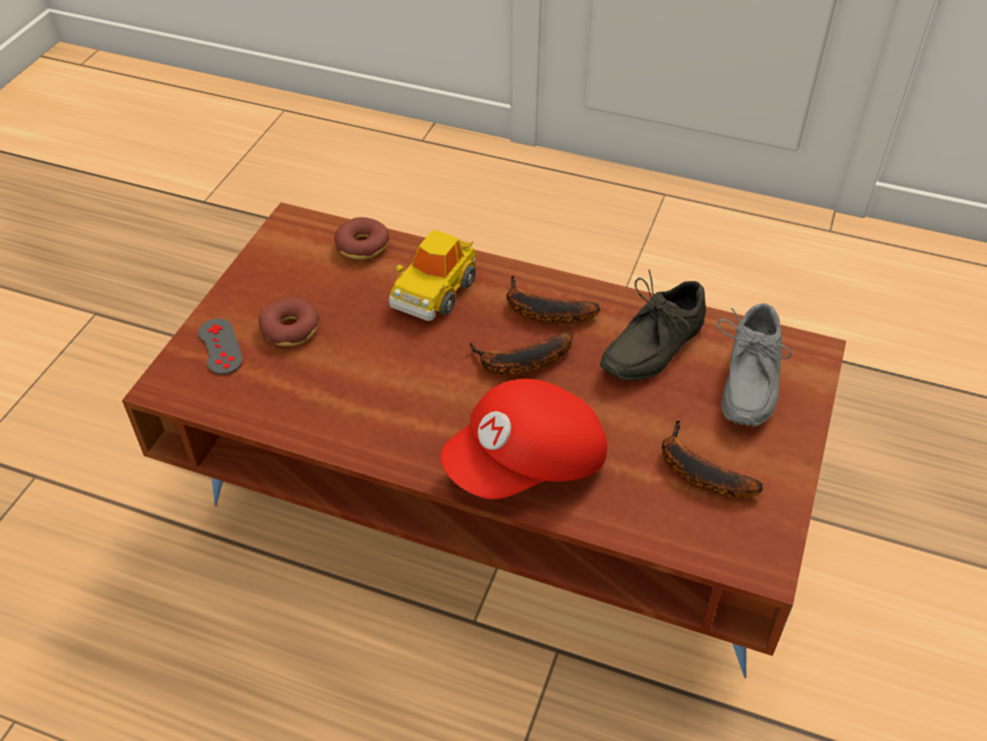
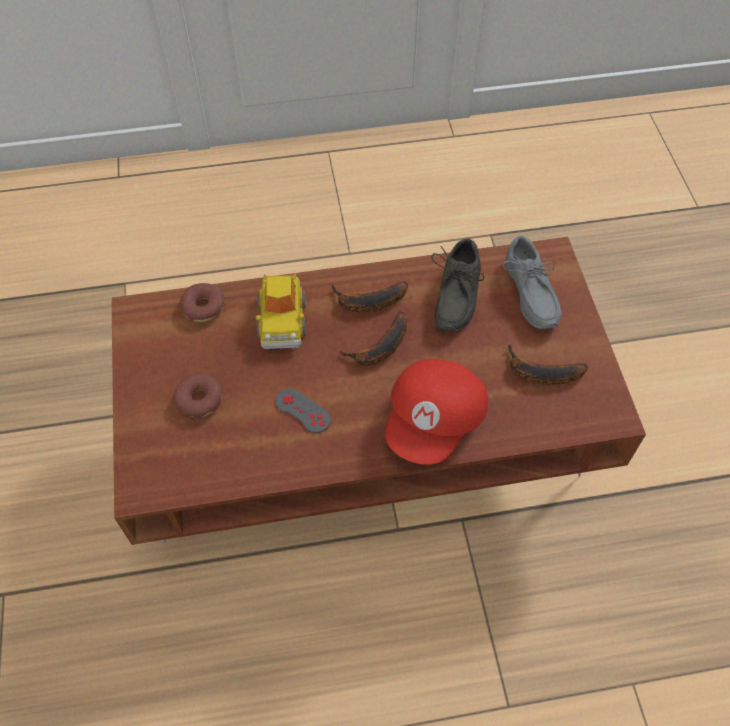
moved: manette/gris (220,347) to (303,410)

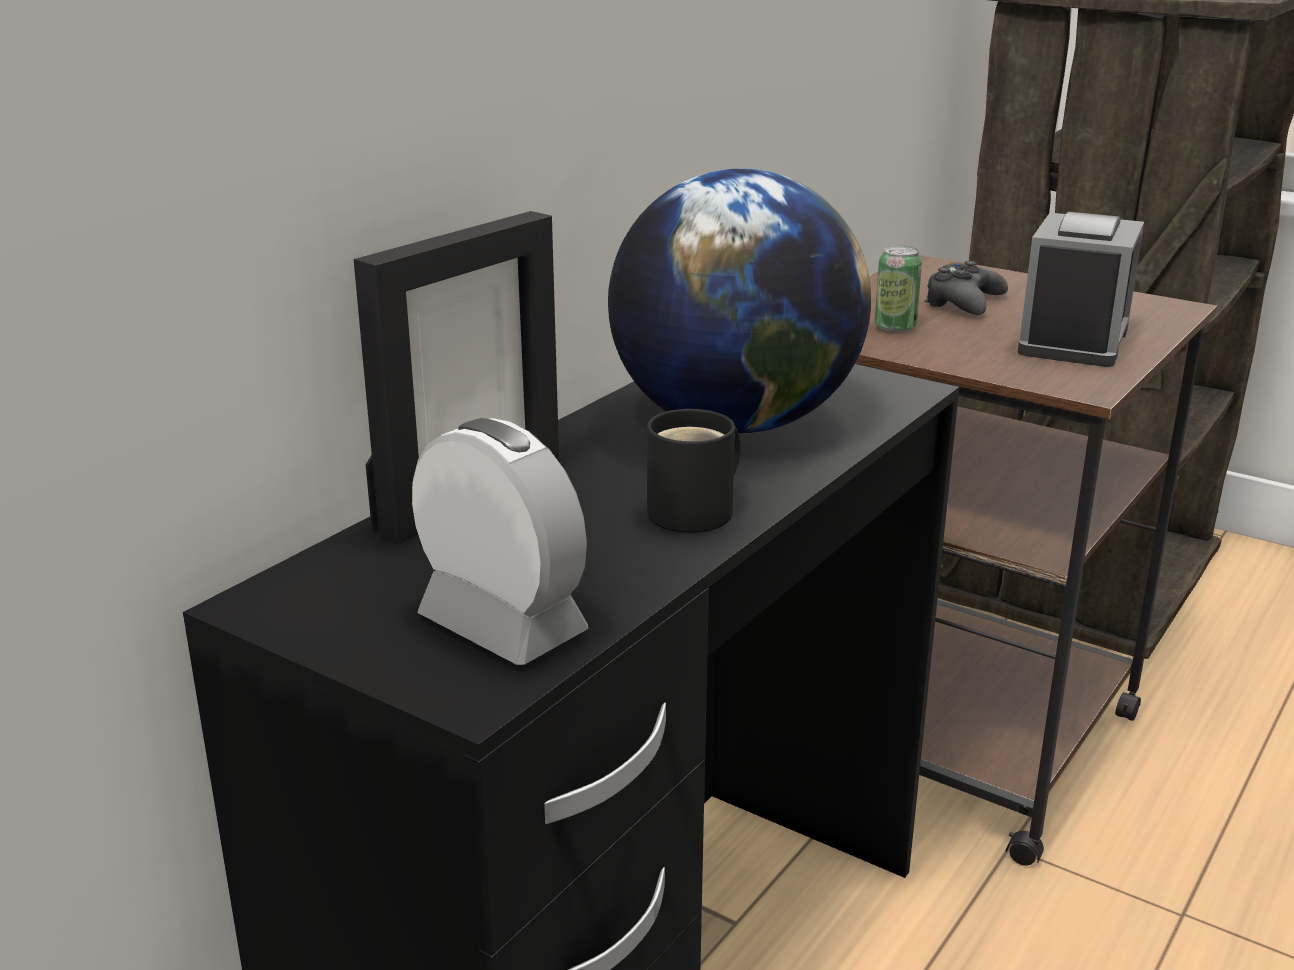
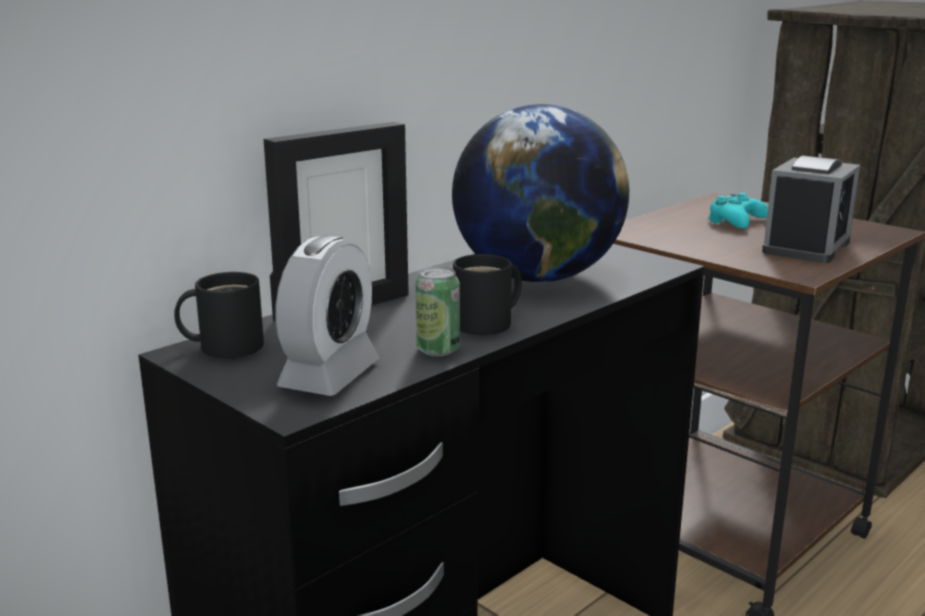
added: mug/noir (226,346)
moved: boîte métallique (895,327) to (438,350)
recoloured: manette/noir (963,303) to manette/turquoise (737,221)
turned: réveil (502,625) = (330,375) 60 degrees clockwise

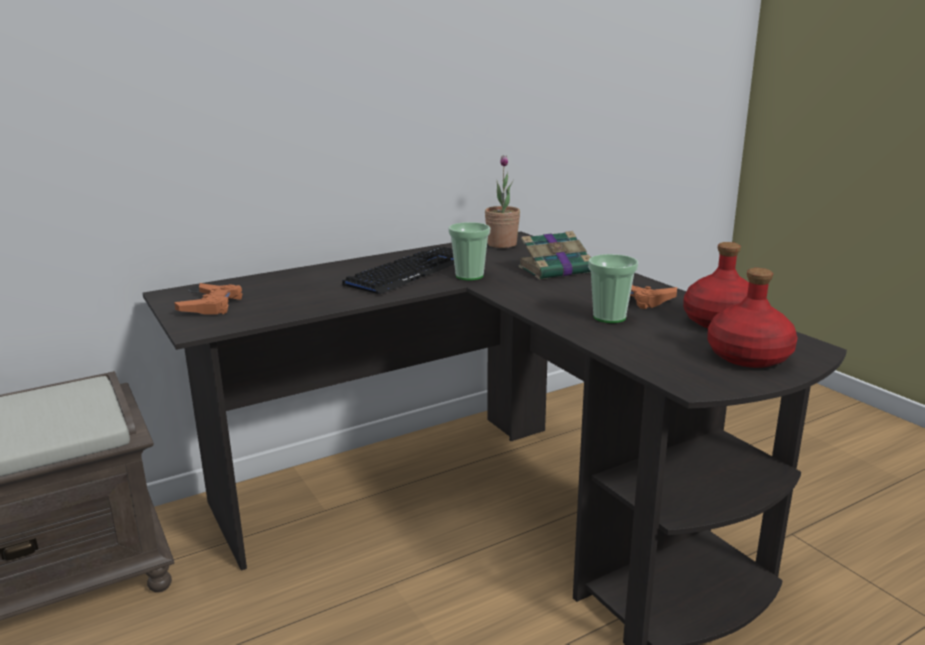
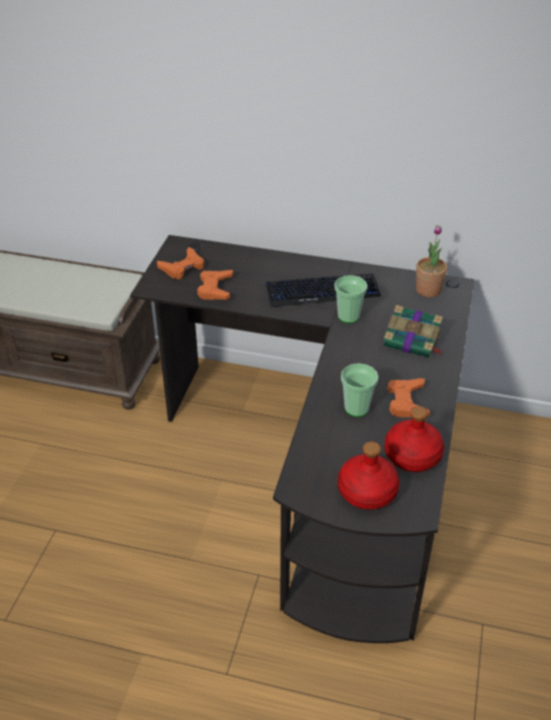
added: manette/orange (215,288)

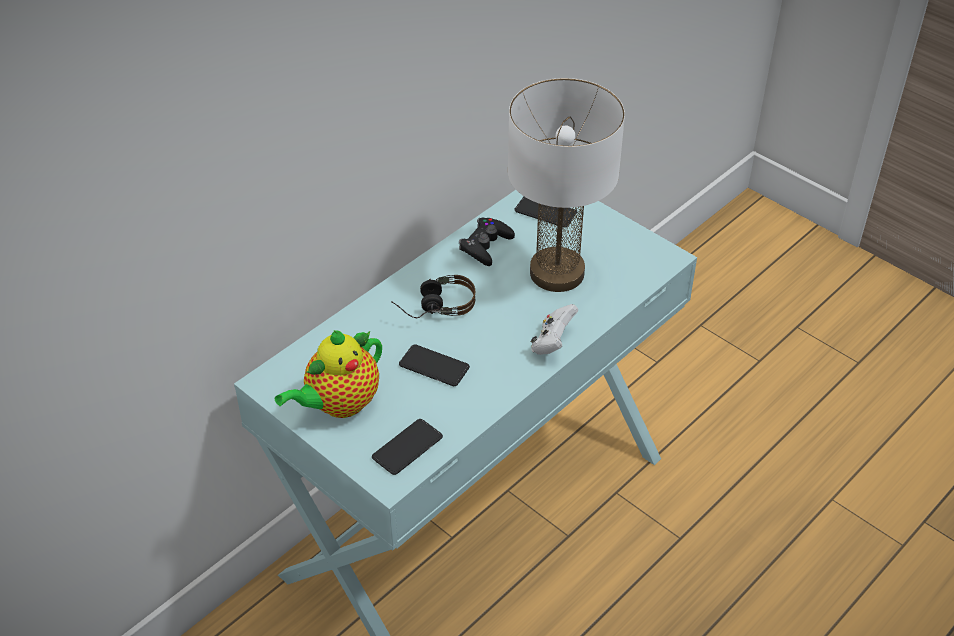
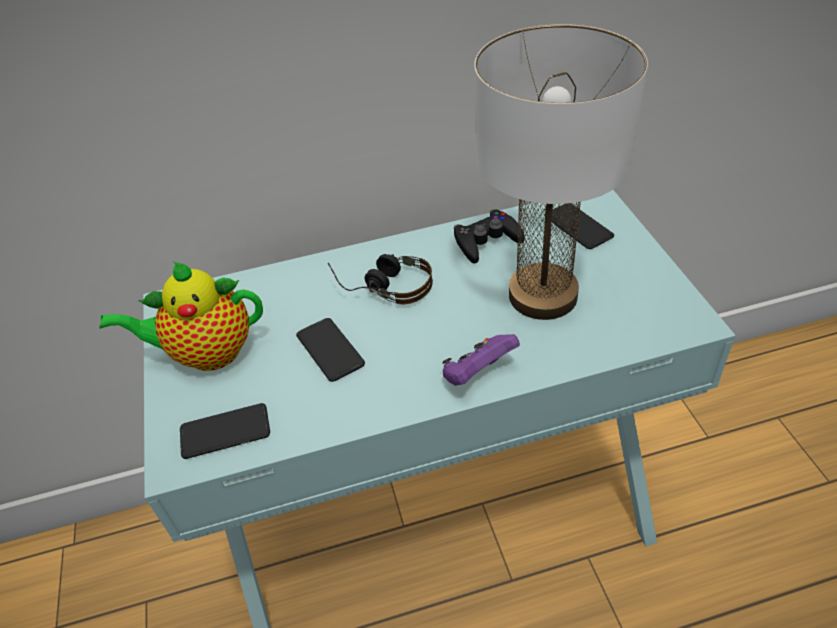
recoloured: manette/blanc (552,343) to manette/violet (477,374)

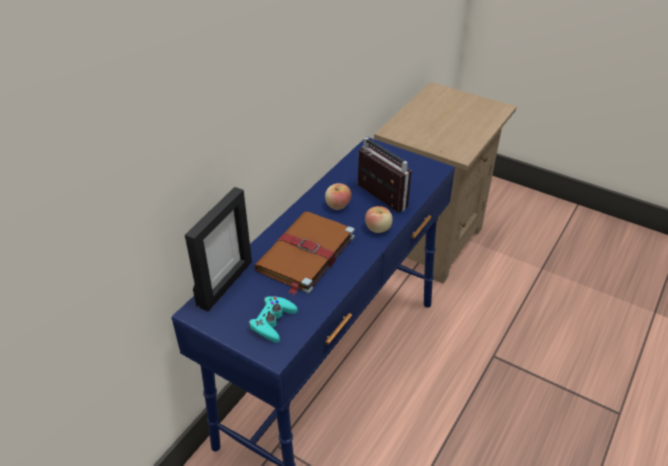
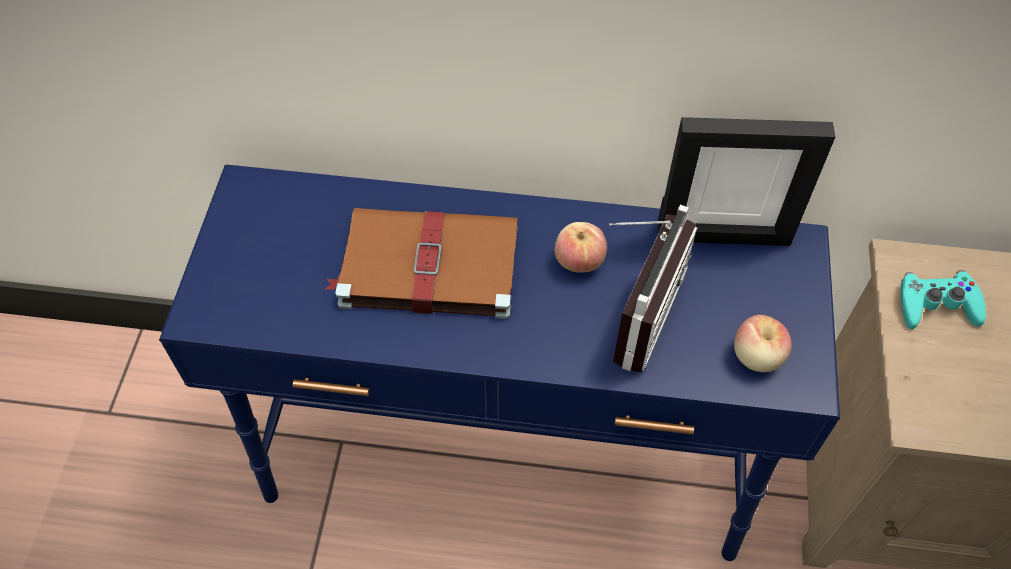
moved: cadre photo (225,283) to (723,234); pomme (378,229) to (757,357); manette/turquoise (273,322) to (936,305)

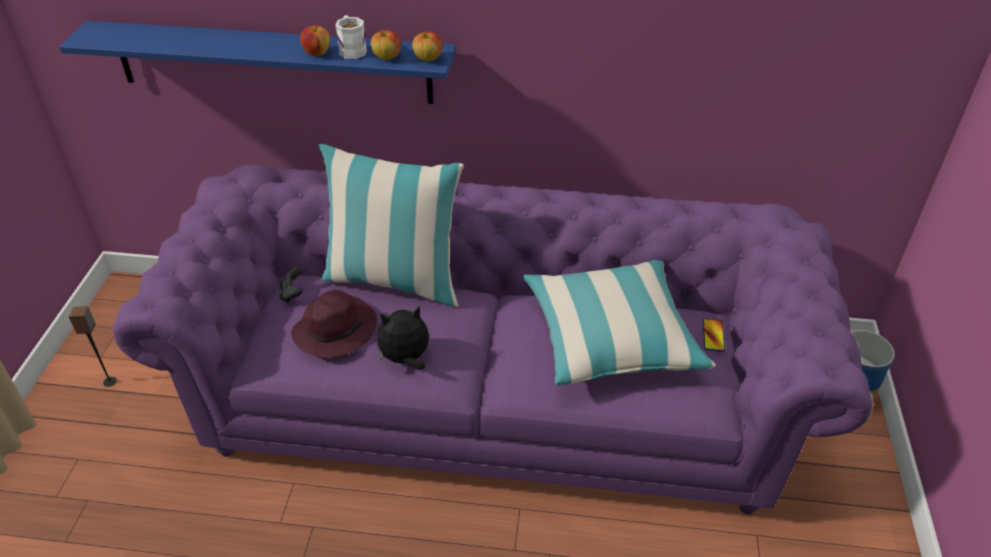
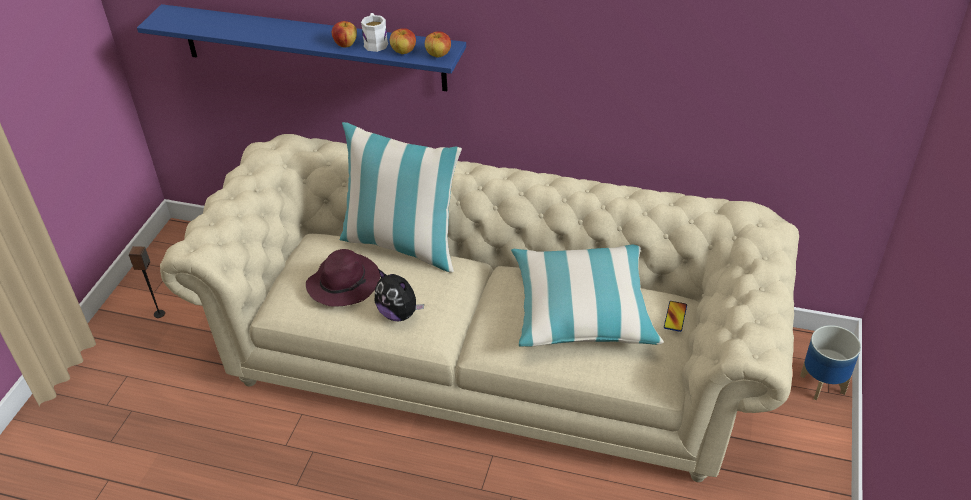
removed: manette/noir (292,294)
recoloured: canapé/violet (495,396) to canapé/beige (489,357)
turned: peluche (405,359) = (399,313) 135 degrees counterclockwise

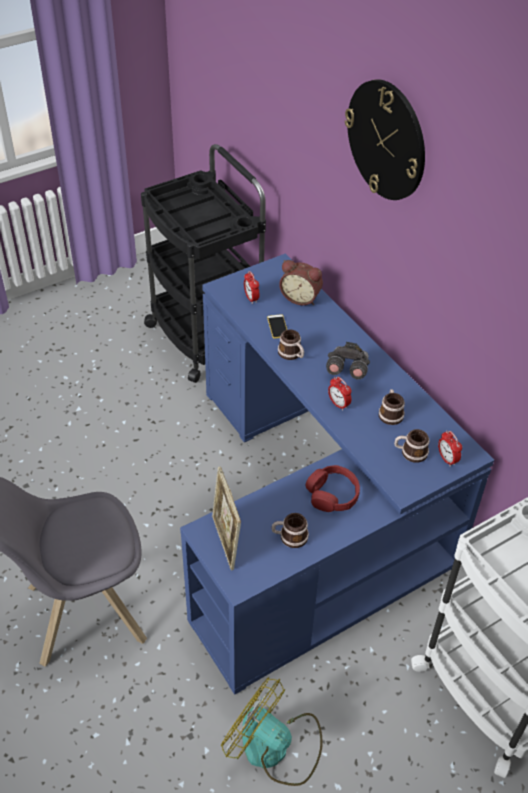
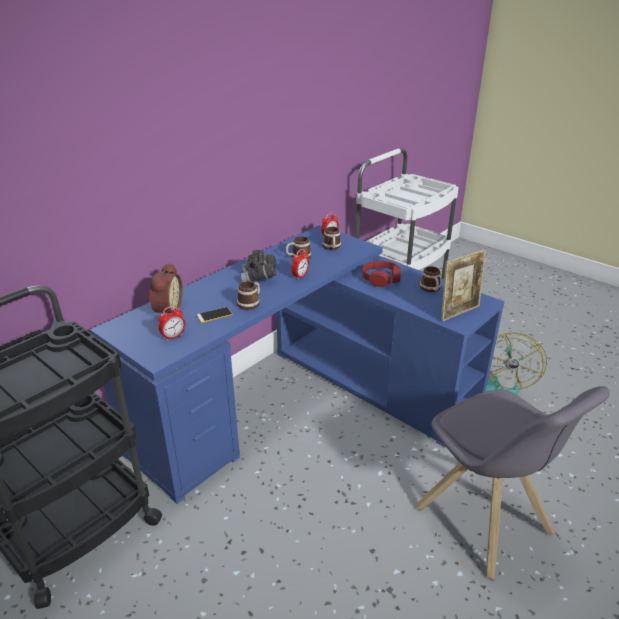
removed: horloge murale (386,140)

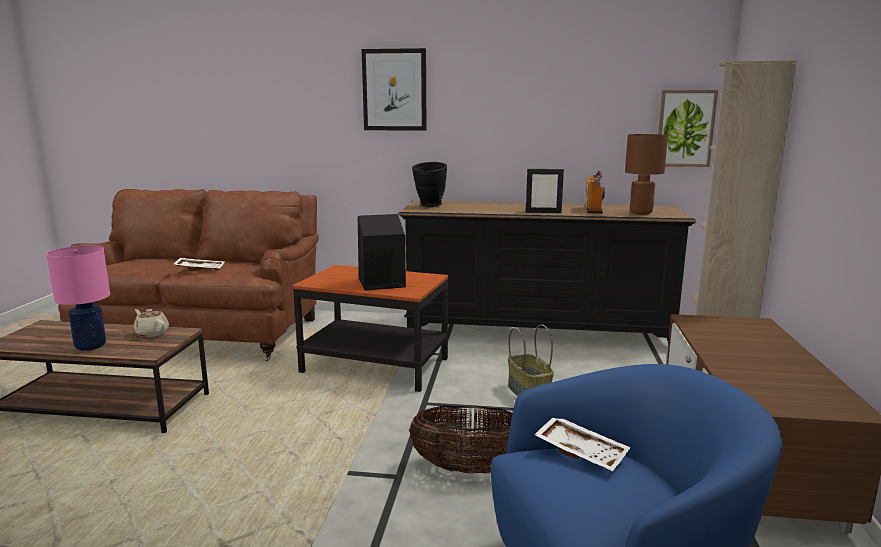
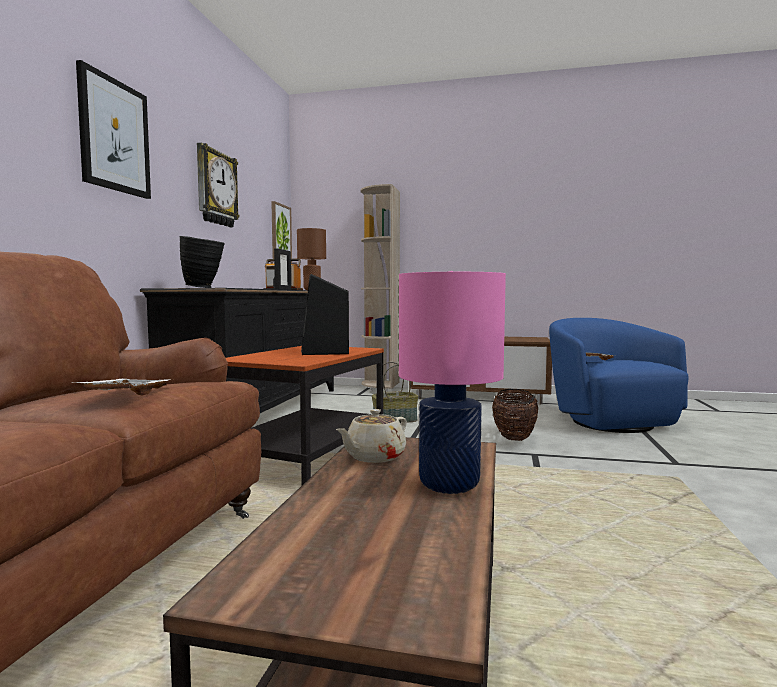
added: horloge murale (215,188)

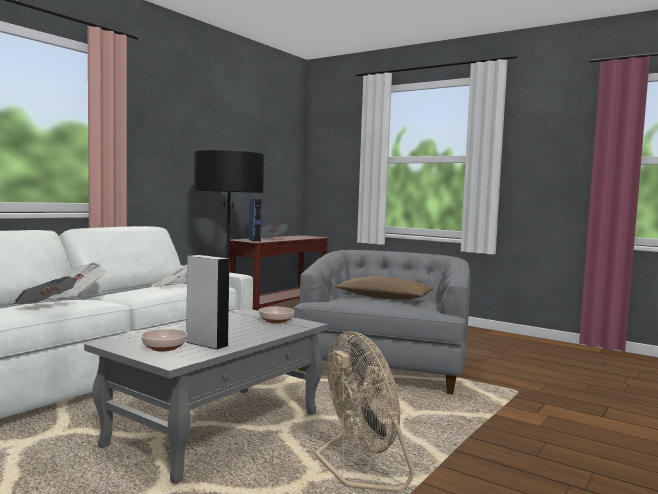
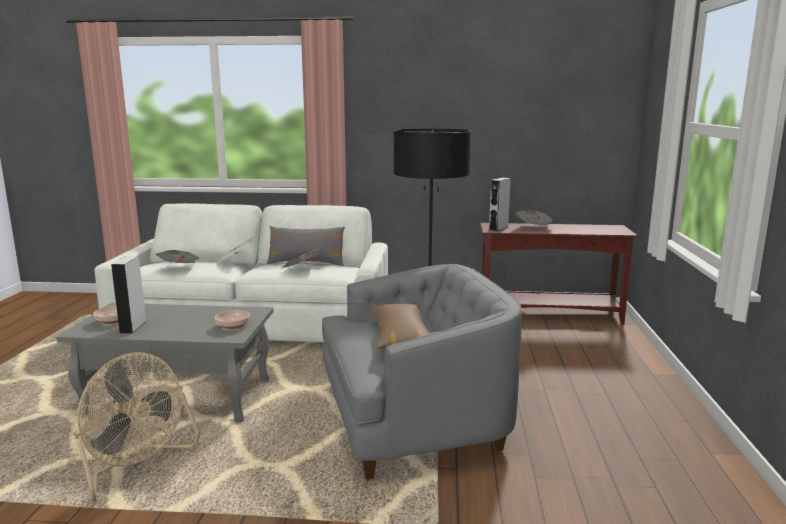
added: coussin/gris (306,263)
recoloured: enceinte/bleu (254,240) to enceinte/gris (498,228)

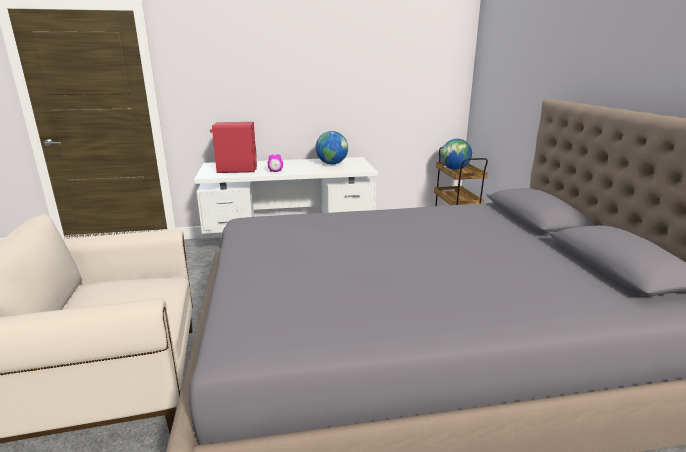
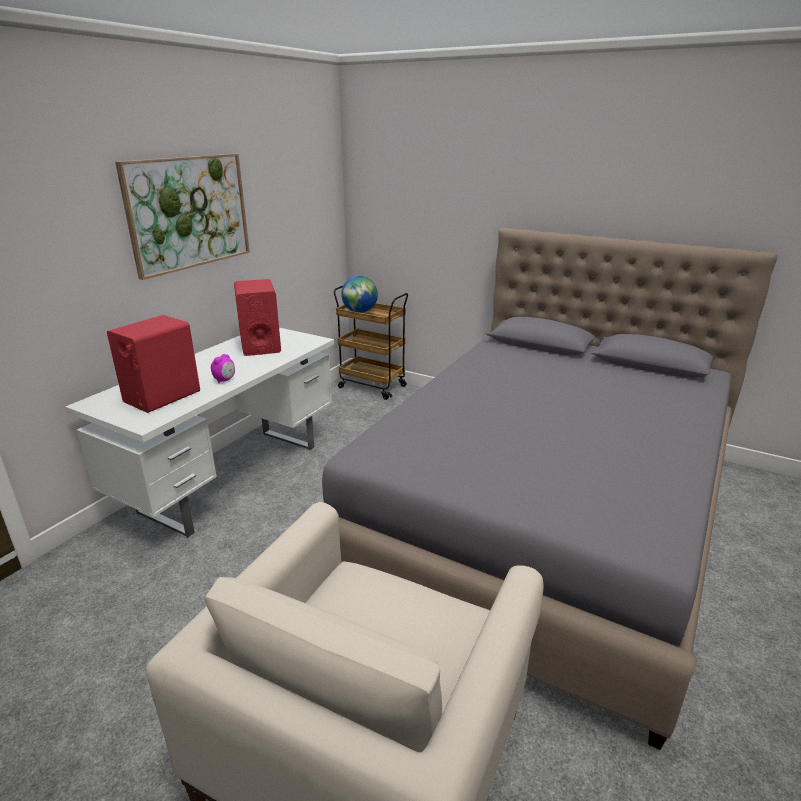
added: tableau (188,212)
replaced: globe (332,164) to enceinte/rouge (260,345)

